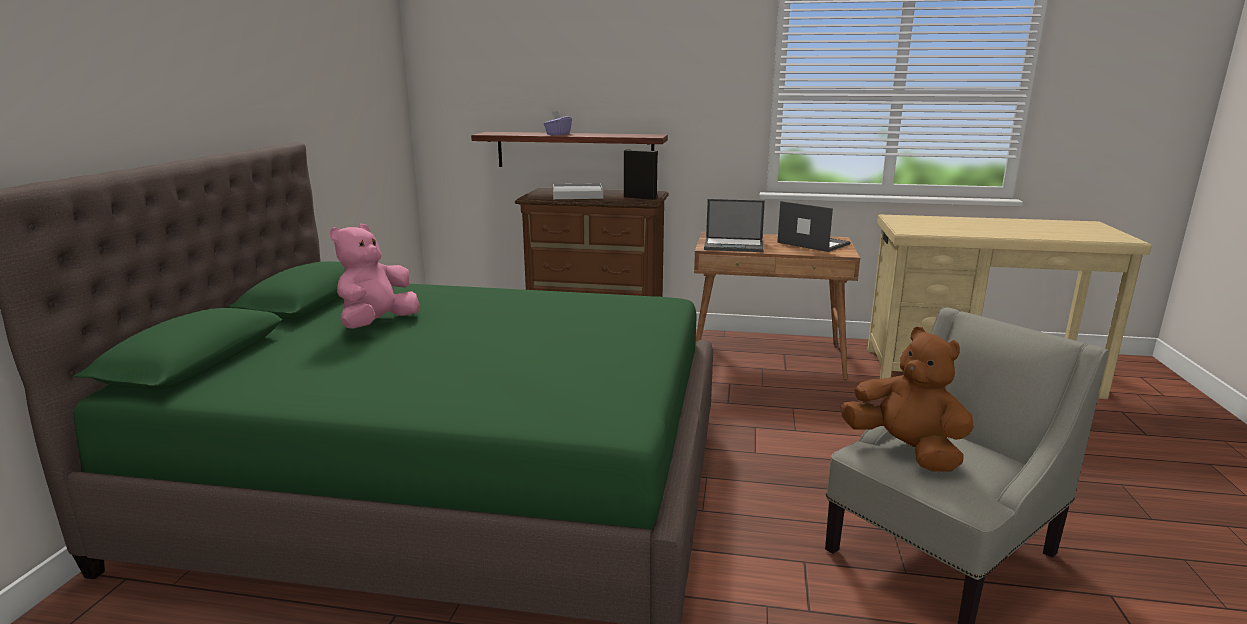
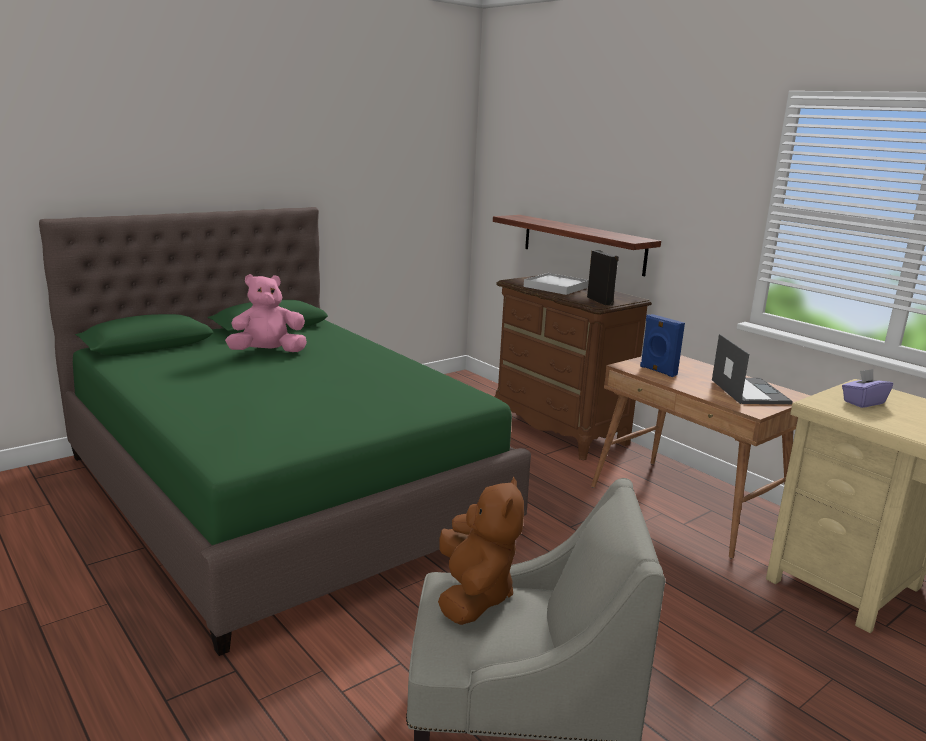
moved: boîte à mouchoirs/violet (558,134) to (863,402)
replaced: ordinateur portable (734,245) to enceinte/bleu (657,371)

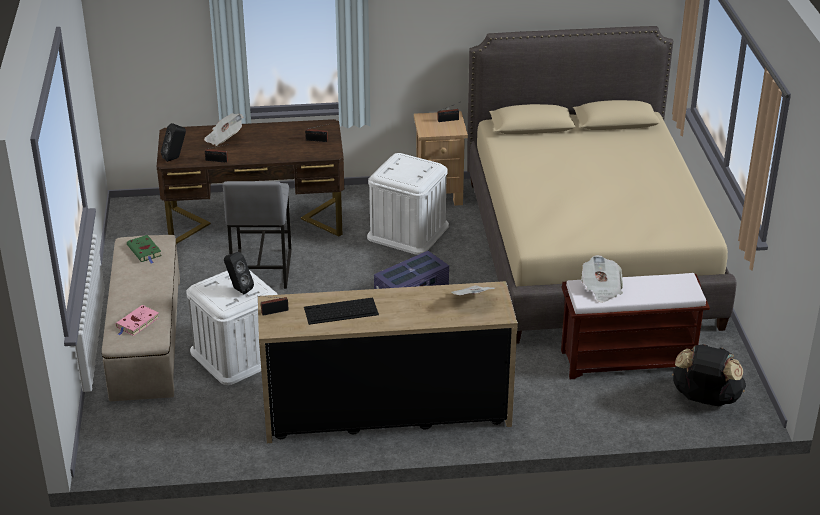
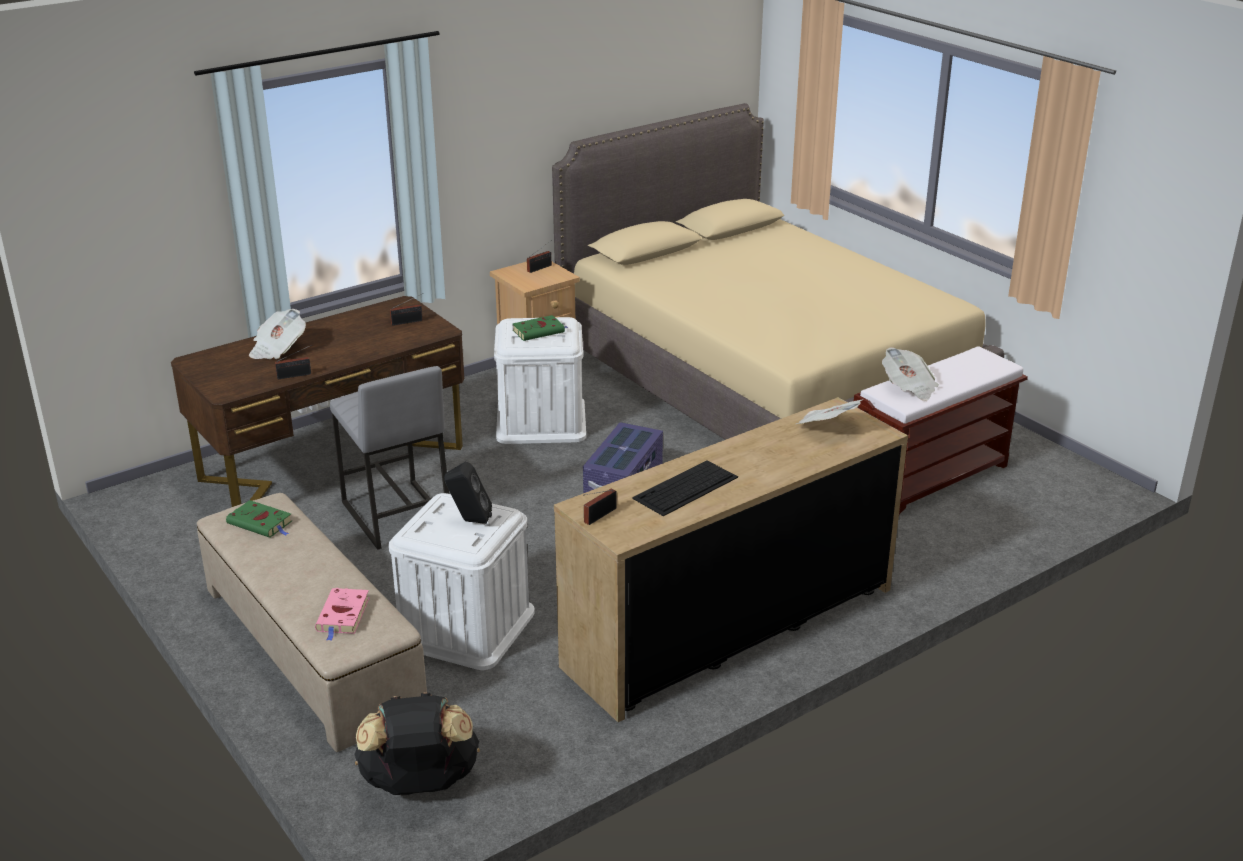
removed: enceinte/noir (175,158)
added: livre/vert (539,331)
moved: sac à dos/noir (705,399) to (420,784)

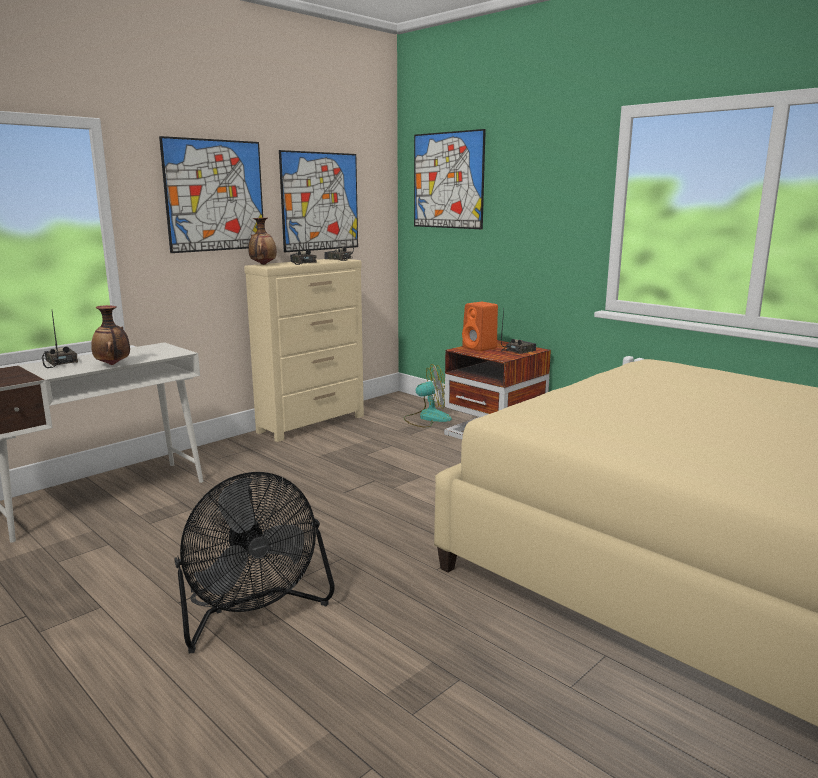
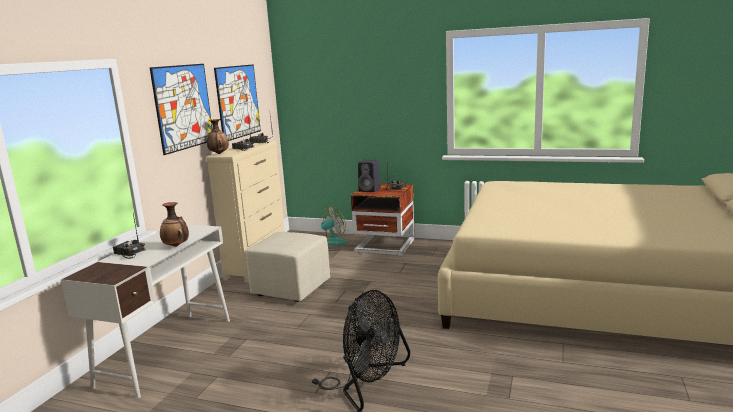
removed: tableau (448,180)
added: pouf/beige (291,289)
recoloured: enceinte/orange (480,348) to enceinte/noir (370,190)

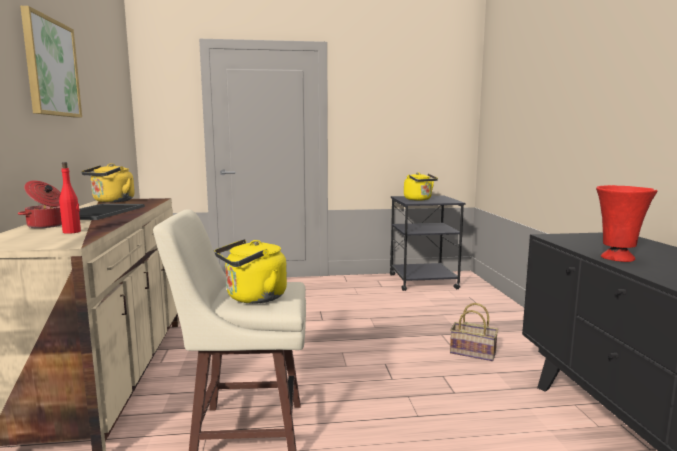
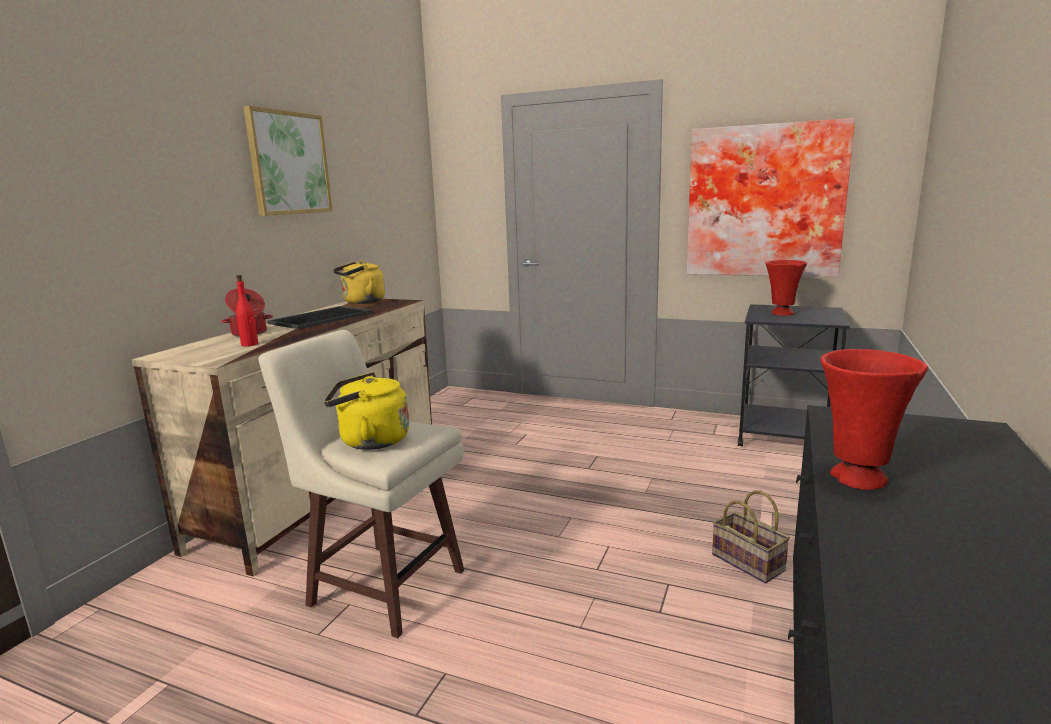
added: tableau (764,201)
replaced: bouilloire/jaune (419,199) to vase/rouge (781,314)

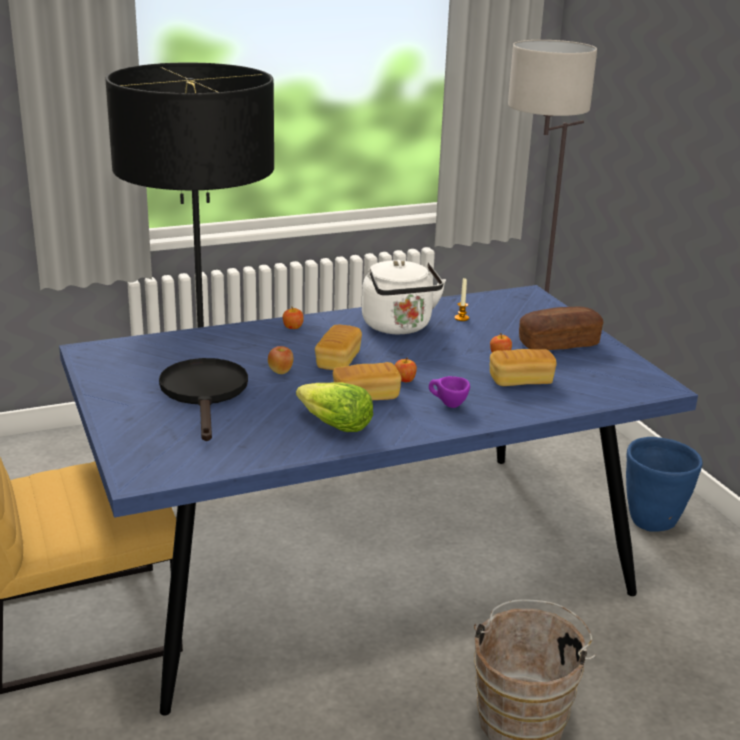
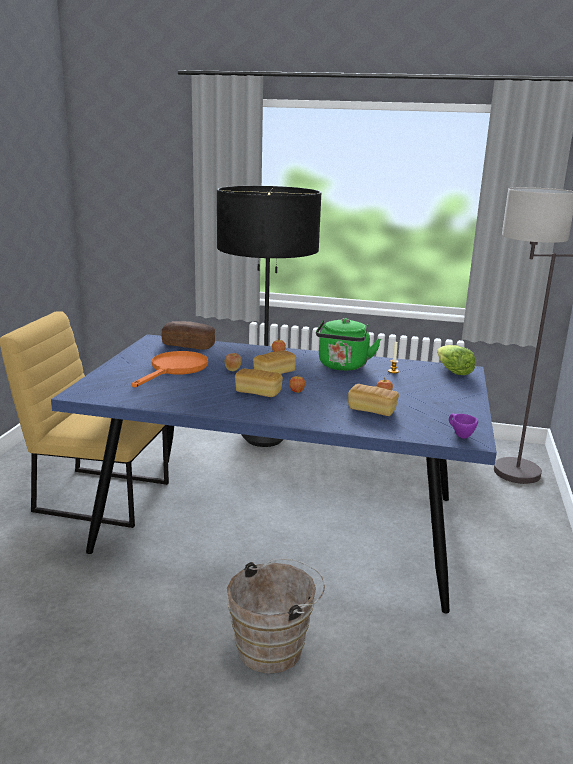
removed: cache-pot/bleu (653,521)
moved: pain (559,344) to (188,345); laitue (334,425) to (452,371); tasse/violet (447,405) to (459,435)
recoloured: poêle/noir (205,394) to poêle/orange (175,369); bouilloire/blanc (399,327) to bouilloire/vert (343,366)

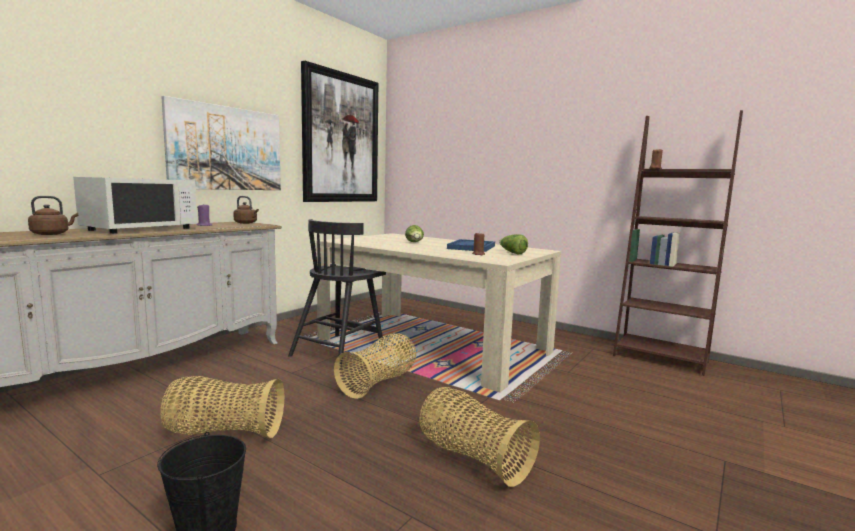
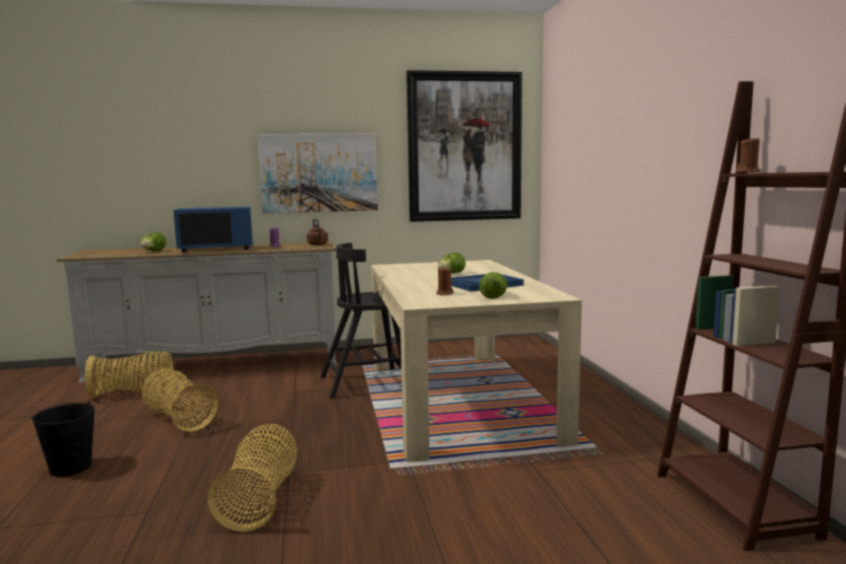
moved: panier (379,383) to (134,392)
replaced: bouilloire/marron (52,234) to laitue (153,251)
recoloured: micro-ondes/blanc (141,229) to micro-ondes/bleu (216,248)

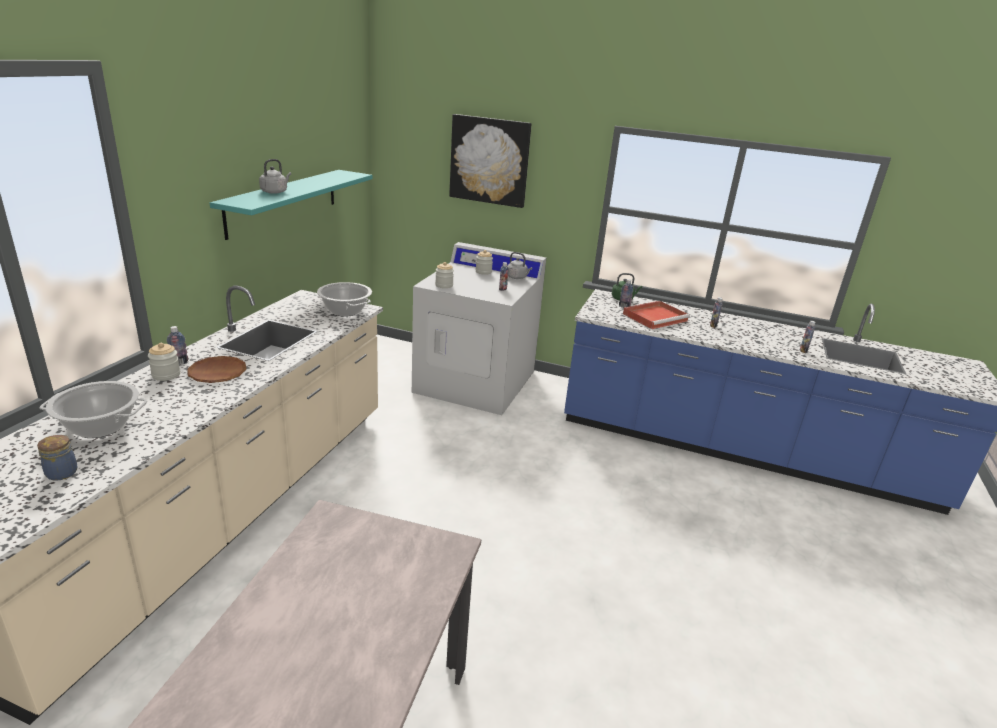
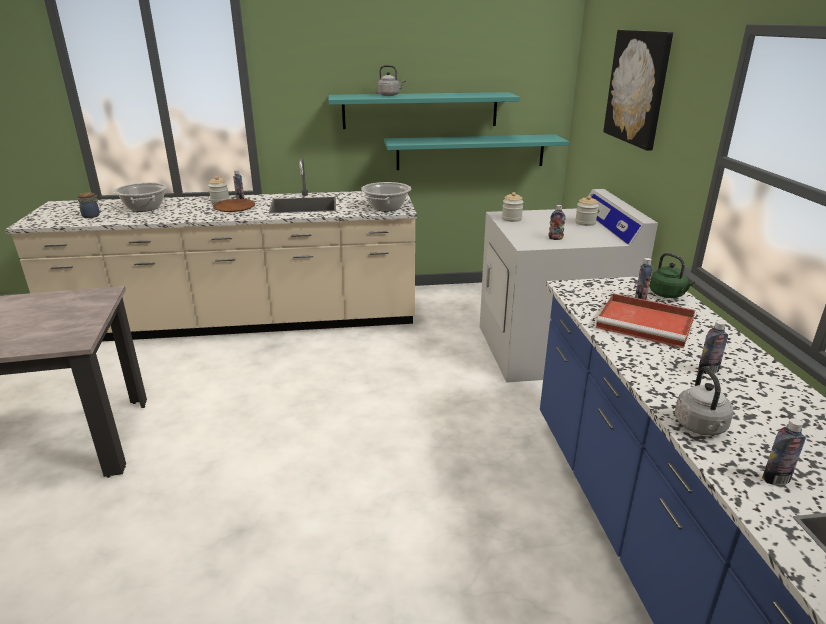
added: étagère/turquoise (470,152)
moved: bouilloire/gris (517,277) to (701,427)

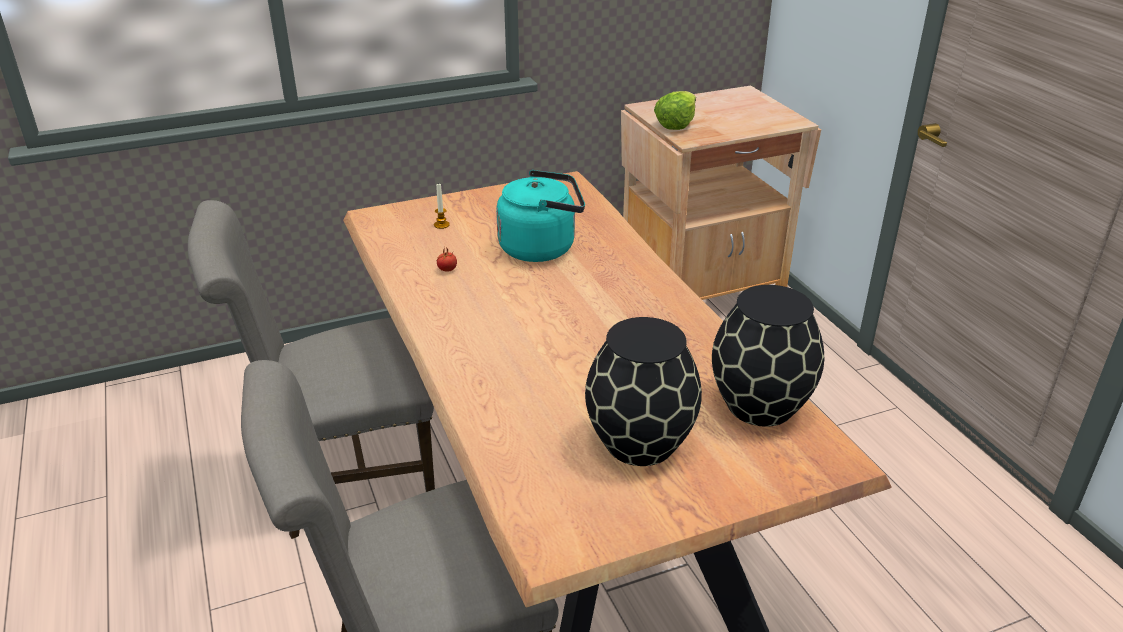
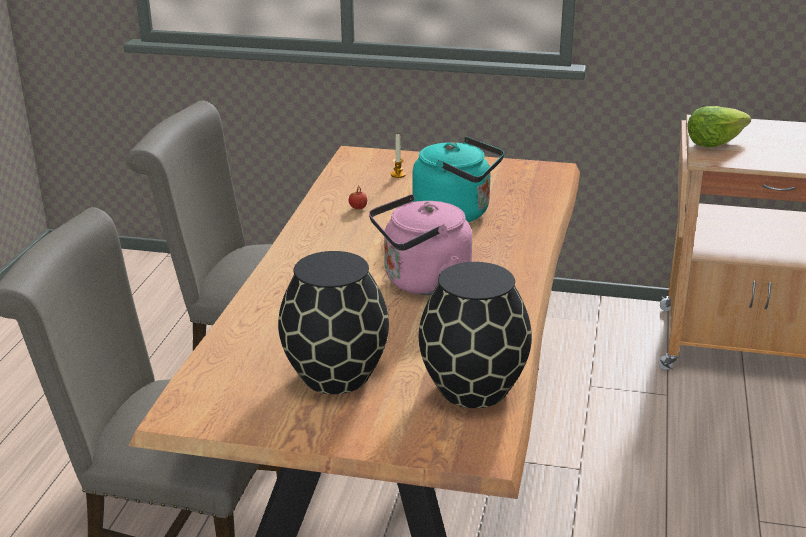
added: bouilloire/rose (422,283)

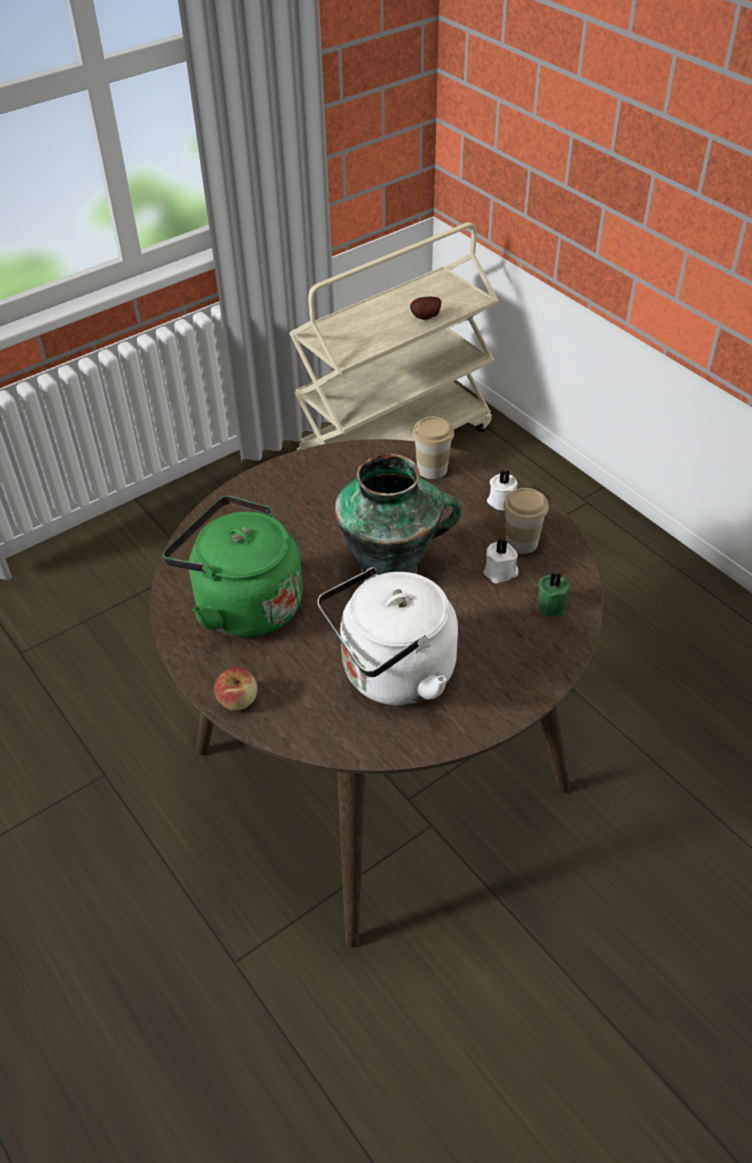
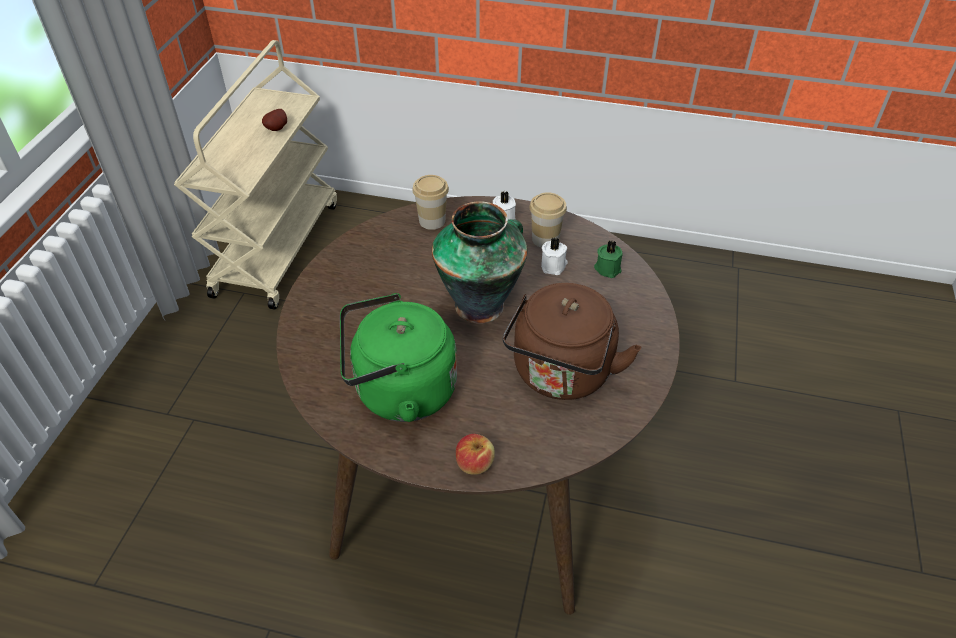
recoloured: bouilloire/blanc (392,675) to bouilloire/marron (561,375)

